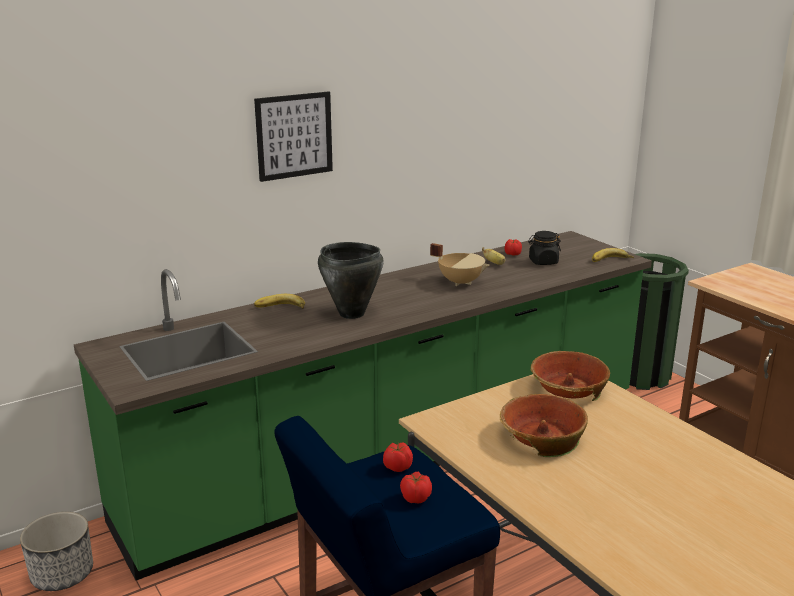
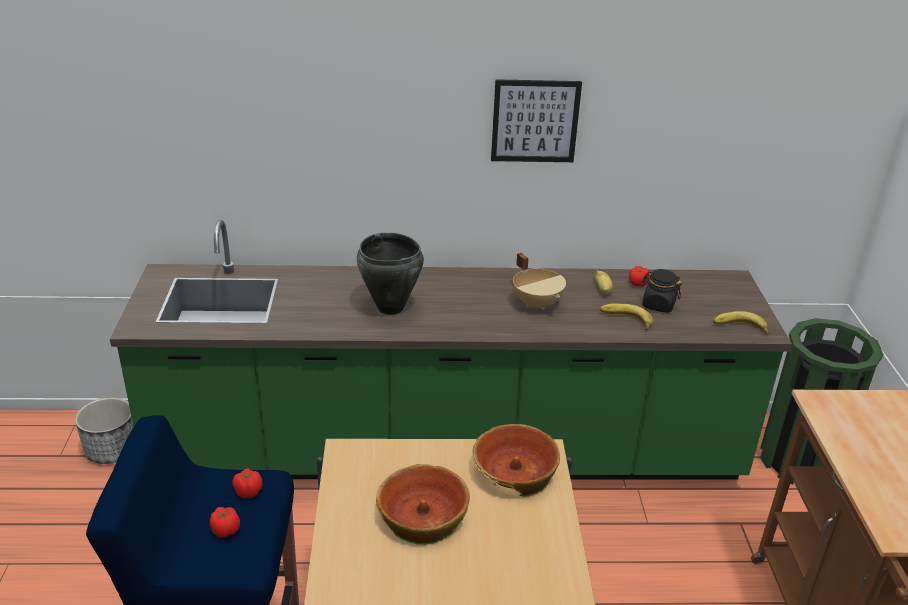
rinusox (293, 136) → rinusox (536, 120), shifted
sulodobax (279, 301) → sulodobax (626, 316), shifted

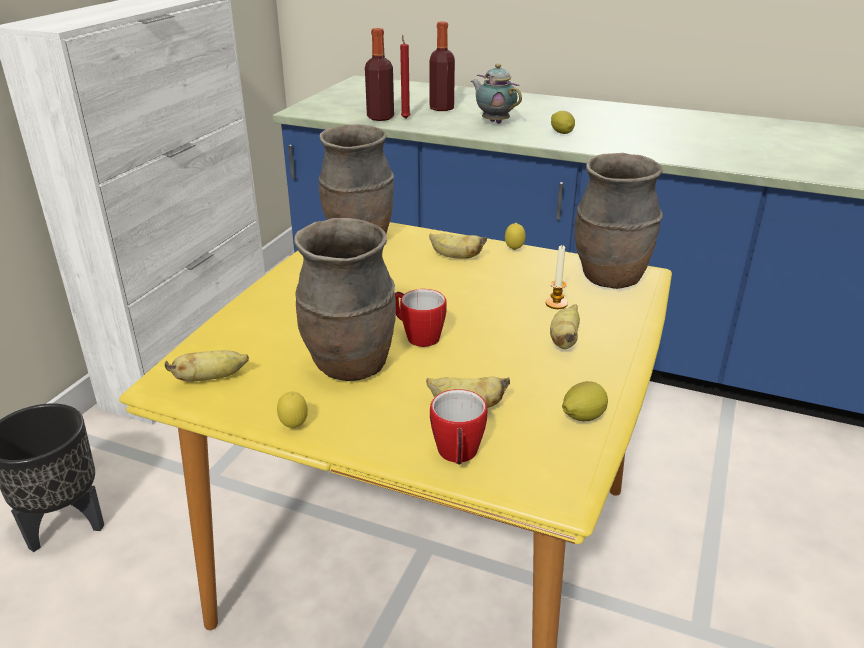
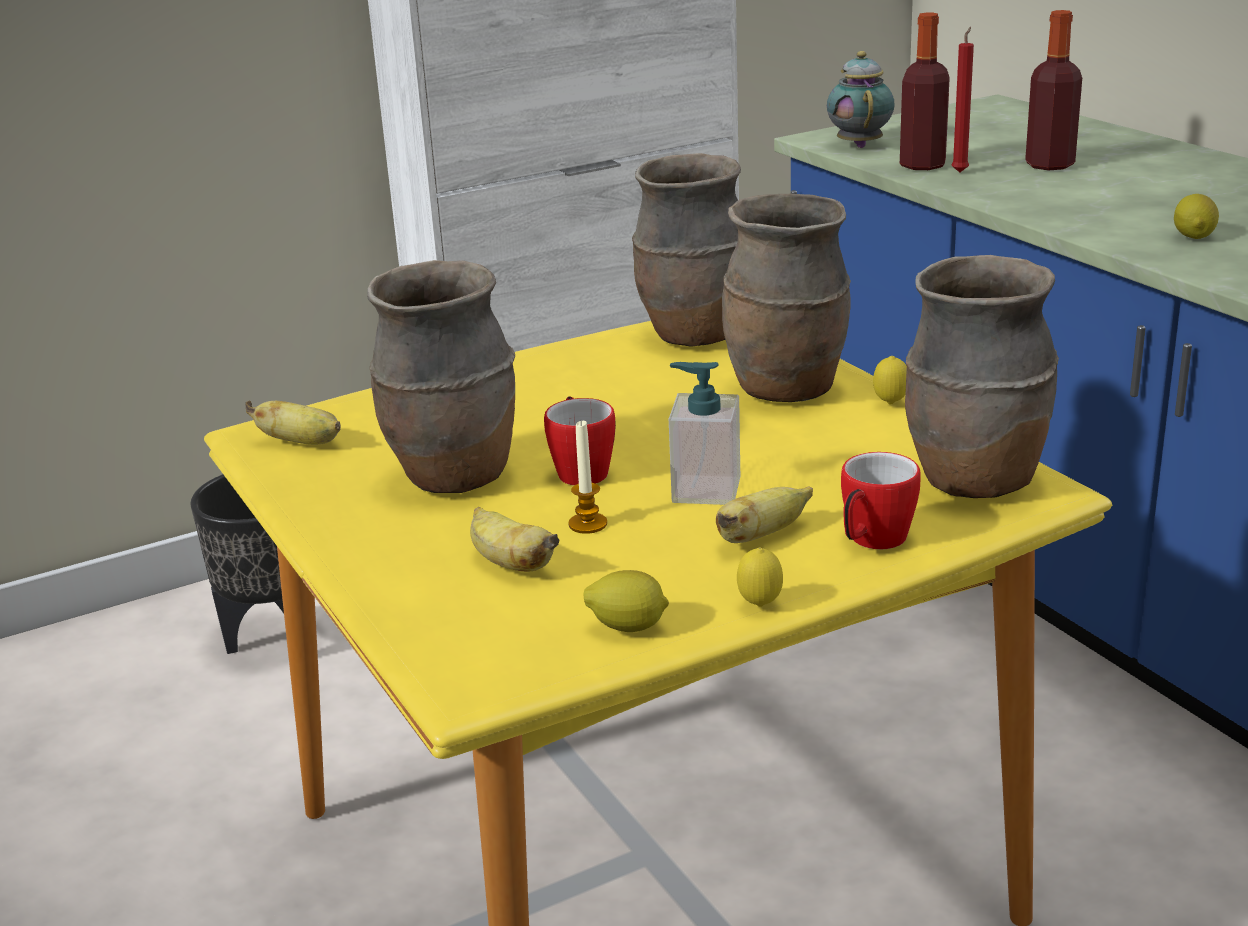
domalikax (292, 409) → domalikax (760, 577), shifted
sulodobax (458, 246) → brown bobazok (786, 298)
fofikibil (458, 427) → fofikibil (881, 500), shifted
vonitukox (496, 94) → vonitukox (861, 99), shifted
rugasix (557, 277) → rugasix (587, 477), shifted
- → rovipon (704, 433)

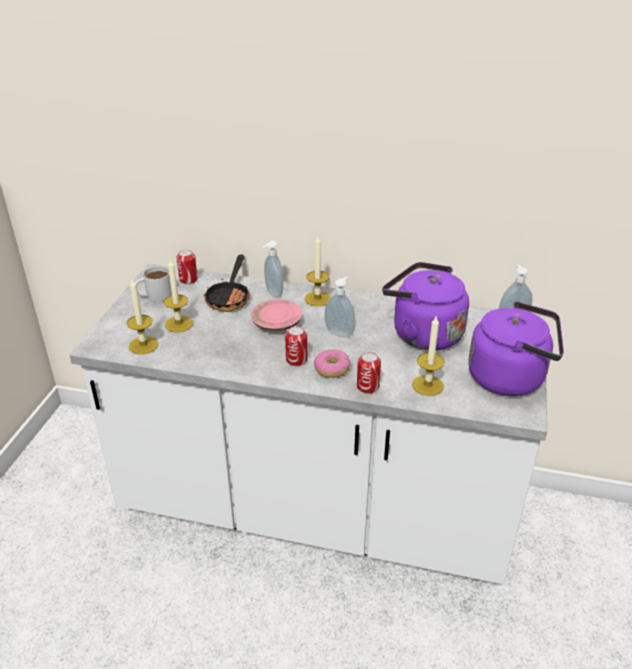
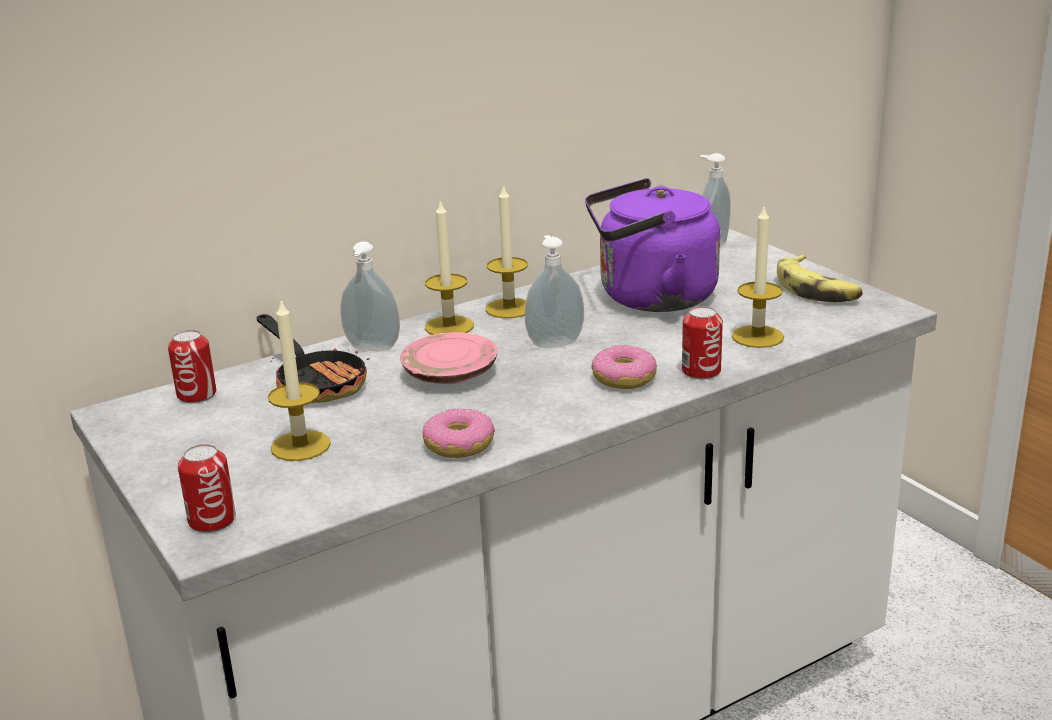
rugasix (143, 316) → rugasix (507, 251), shifted
white fofikibil (153, 284) → -
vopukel (296, 346) → vopukel (207, 488), shifted
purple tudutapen (516, 348) → sulodobax (820, 278)
- → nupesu (459, 433)

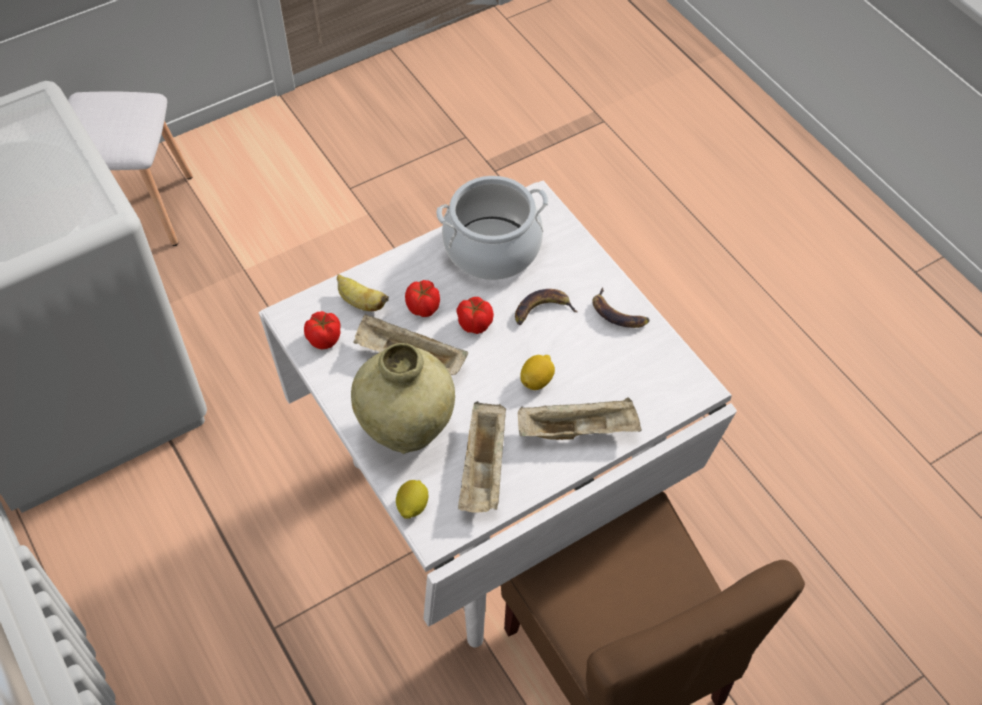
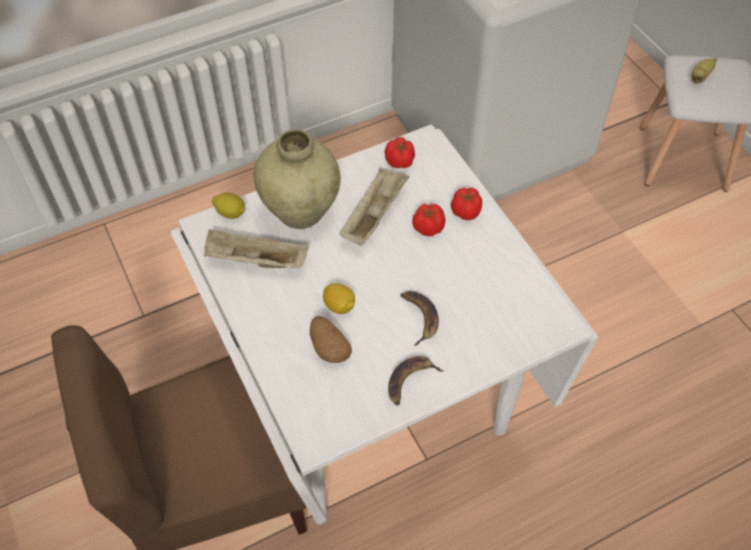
sulodobax (363, 292) → sulodobax (704, 71), shifted
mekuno (492, 228) → -
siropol (475, 315) → siropol (466, 203), shifted
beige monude (580, 418) → -
- → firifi (331, 339)

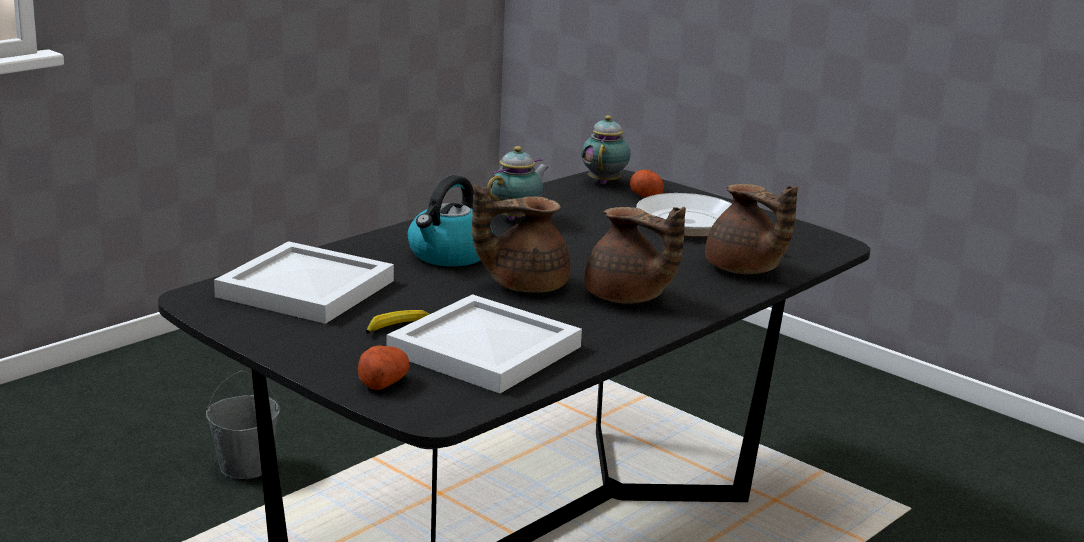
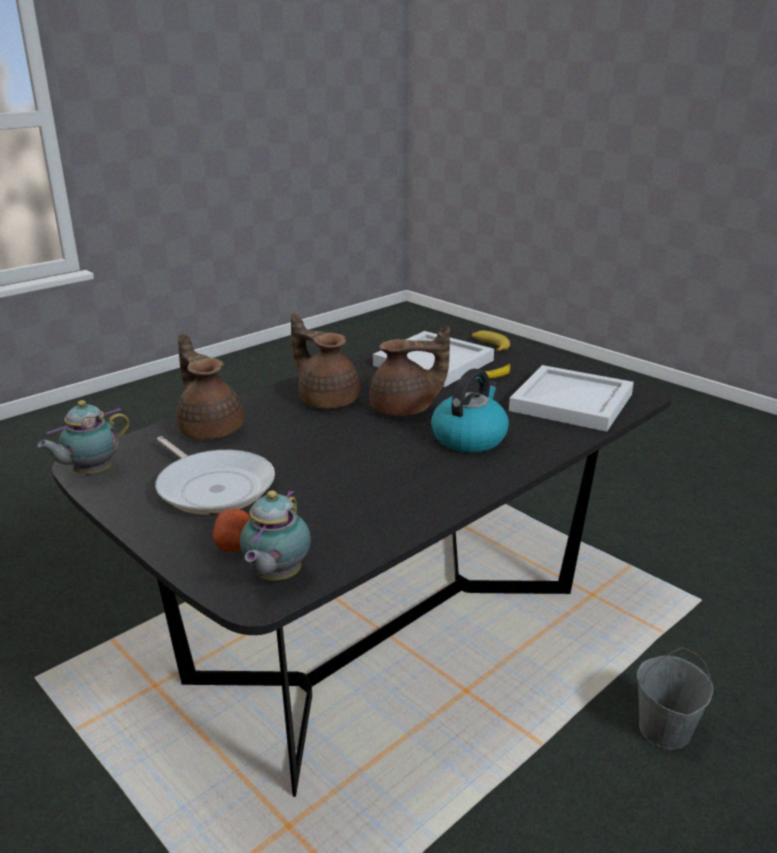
firifi (384, 367) → sulodobax (491, 341)
vonitukox (518, 183) → vonitukox (83, 437), shifted

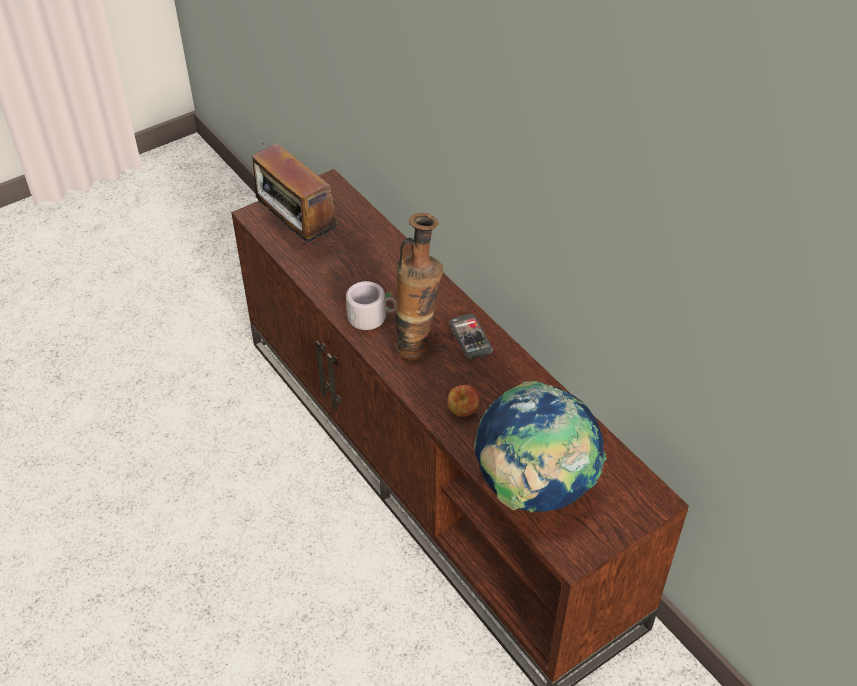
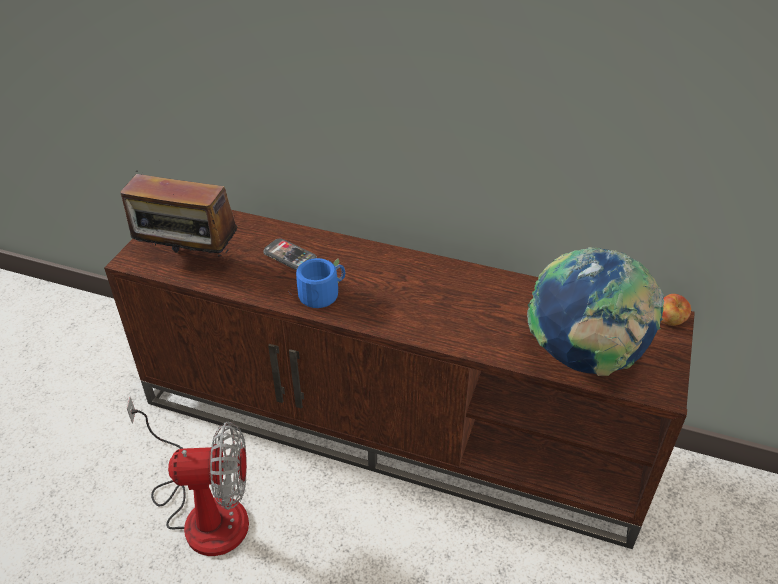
grey fofikibil (371, 305) → blue fofikibil (316, 283)
bobazok (419, 286) → -
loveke (463, 401) → loveke (676, 310), shifted
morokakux (471, 336) → morokakux (290, 254), shifted
- → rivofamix (188, 476)

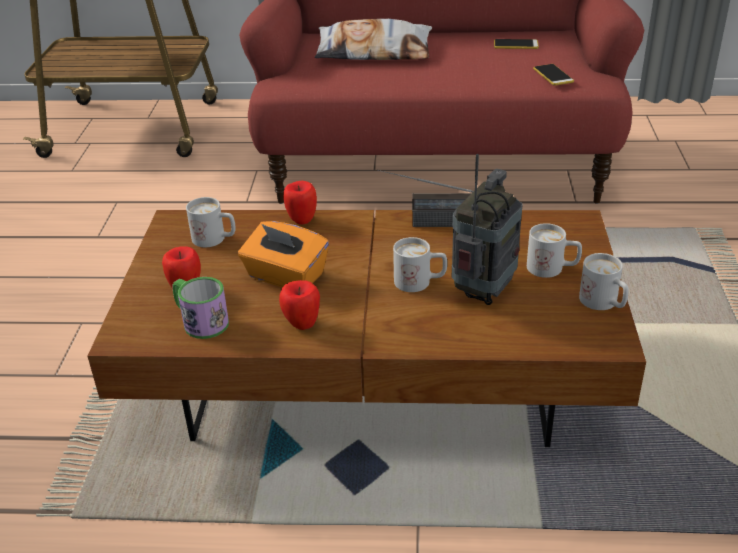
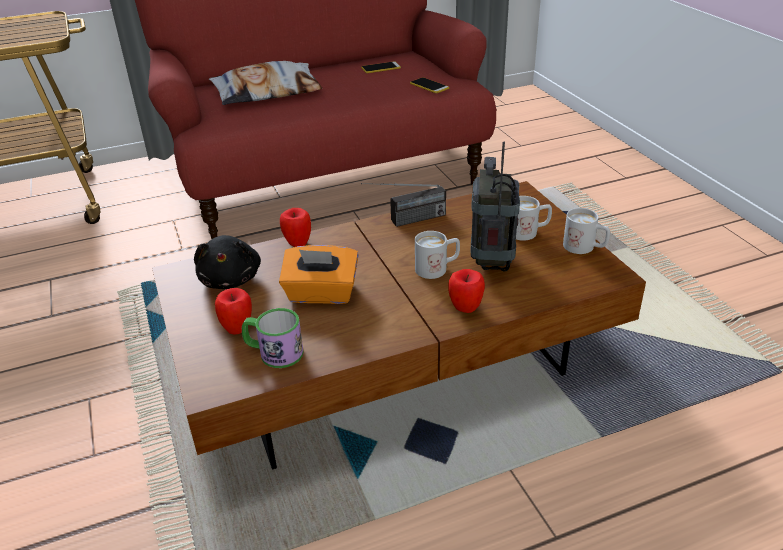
white fofikibil (211, 222) → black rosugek (227, 262)
loveke (299, 305) → loveke (467, 291), shifted

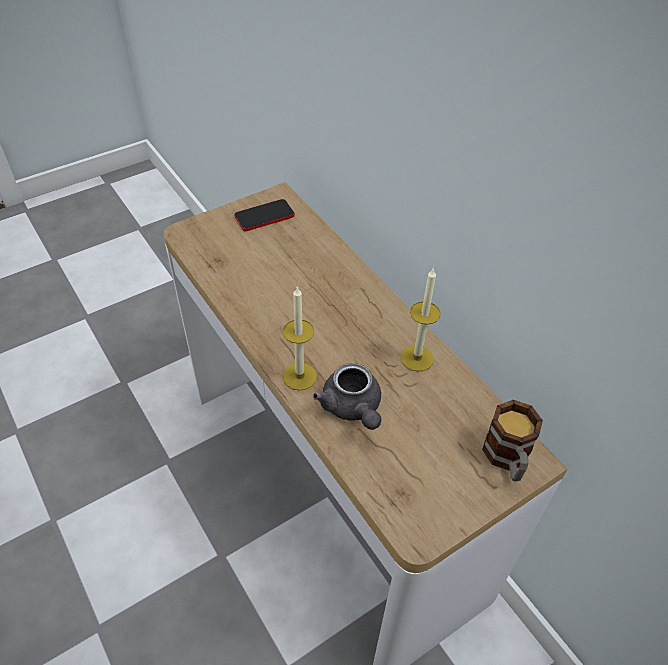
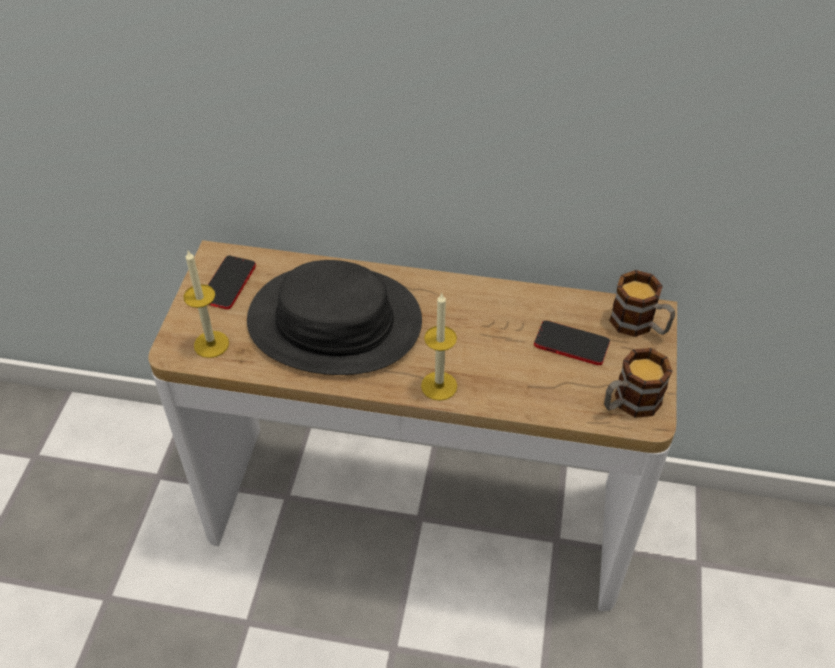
grey vonitukox (347, 396) → -
rugasix (421, 320) → rugasix (206, 304), shifted
- → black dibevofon (334, 317)
- → morokakux (572, 343)
- → fofikibil (638, 383)

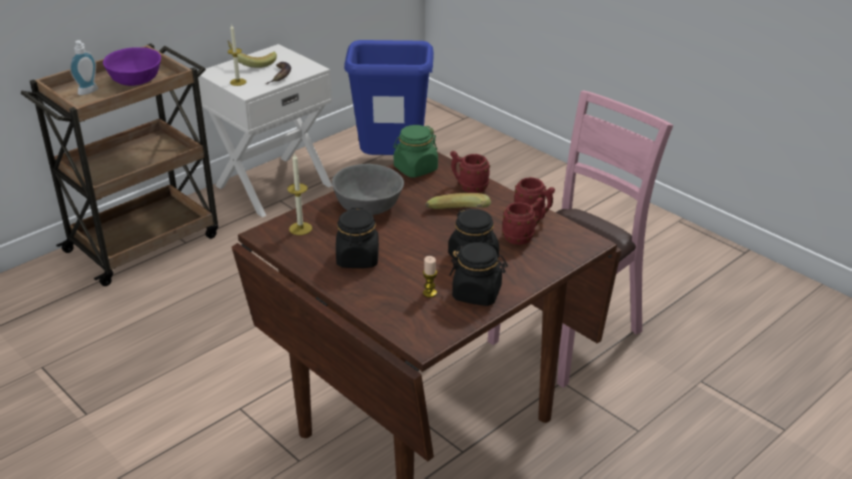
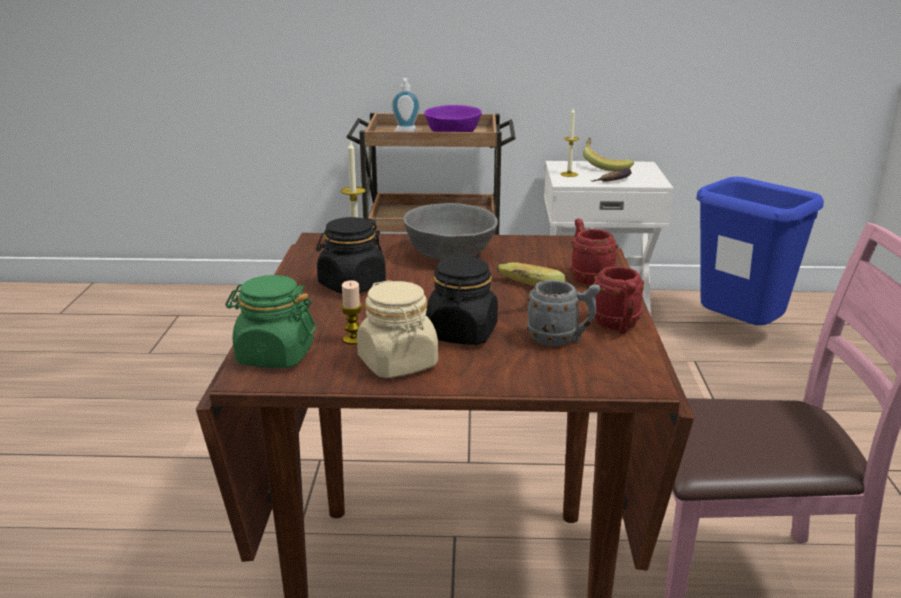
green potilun (415, 151) → green potilun (271, 321), shifted
black potilun (478, 274) → beige potilun (397, 329)
red fofikibil (522, 221) → grey fofikibil (563, 313)

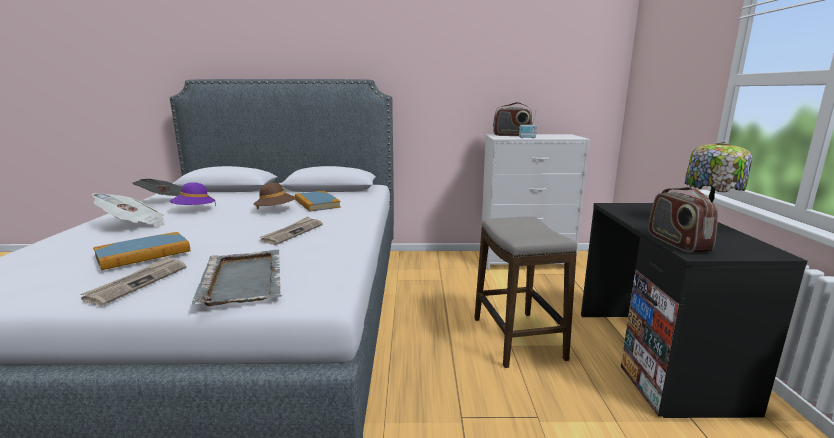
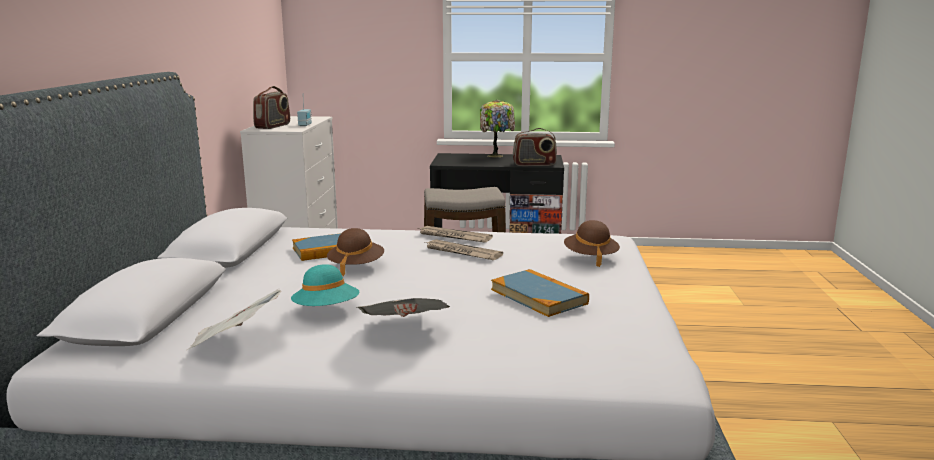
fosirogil (133, 281) → fosirogil (455, 234), shifted
purple dibevofon (193, 194) → turquoise dibevofon (325, 285)
grey monude (237, 278) → brown dibevofon (592, 243)

